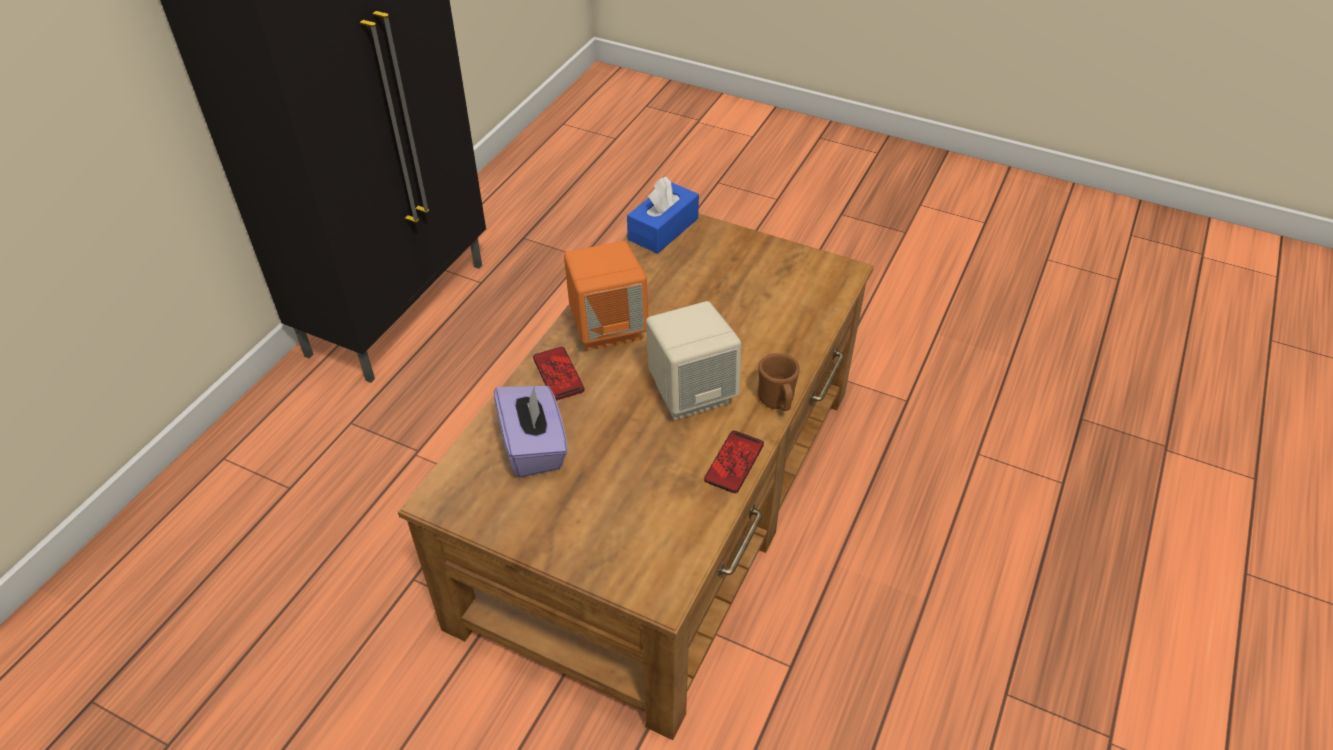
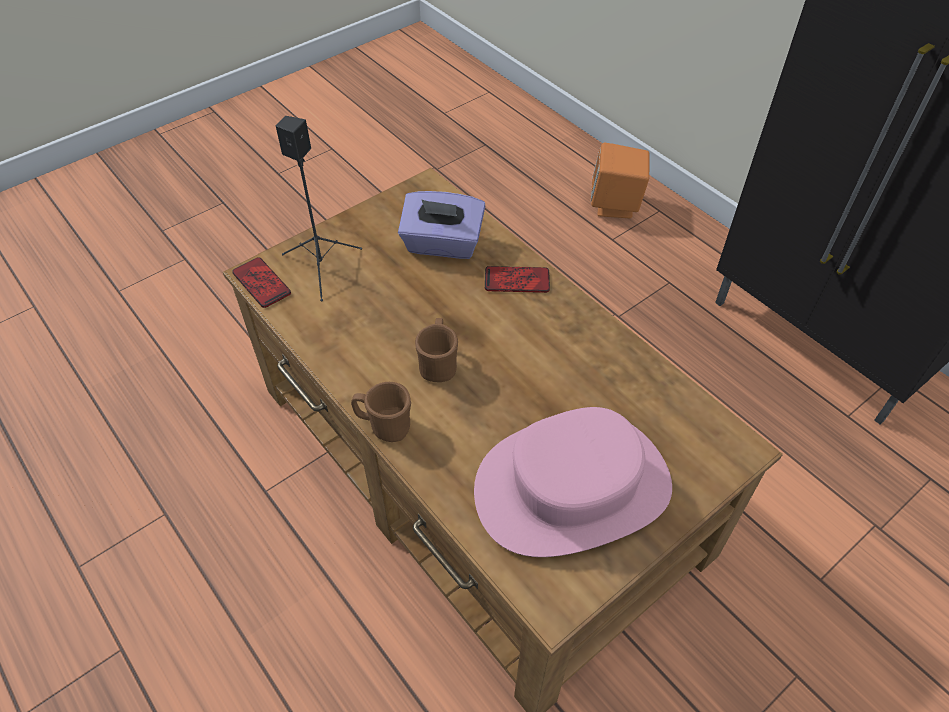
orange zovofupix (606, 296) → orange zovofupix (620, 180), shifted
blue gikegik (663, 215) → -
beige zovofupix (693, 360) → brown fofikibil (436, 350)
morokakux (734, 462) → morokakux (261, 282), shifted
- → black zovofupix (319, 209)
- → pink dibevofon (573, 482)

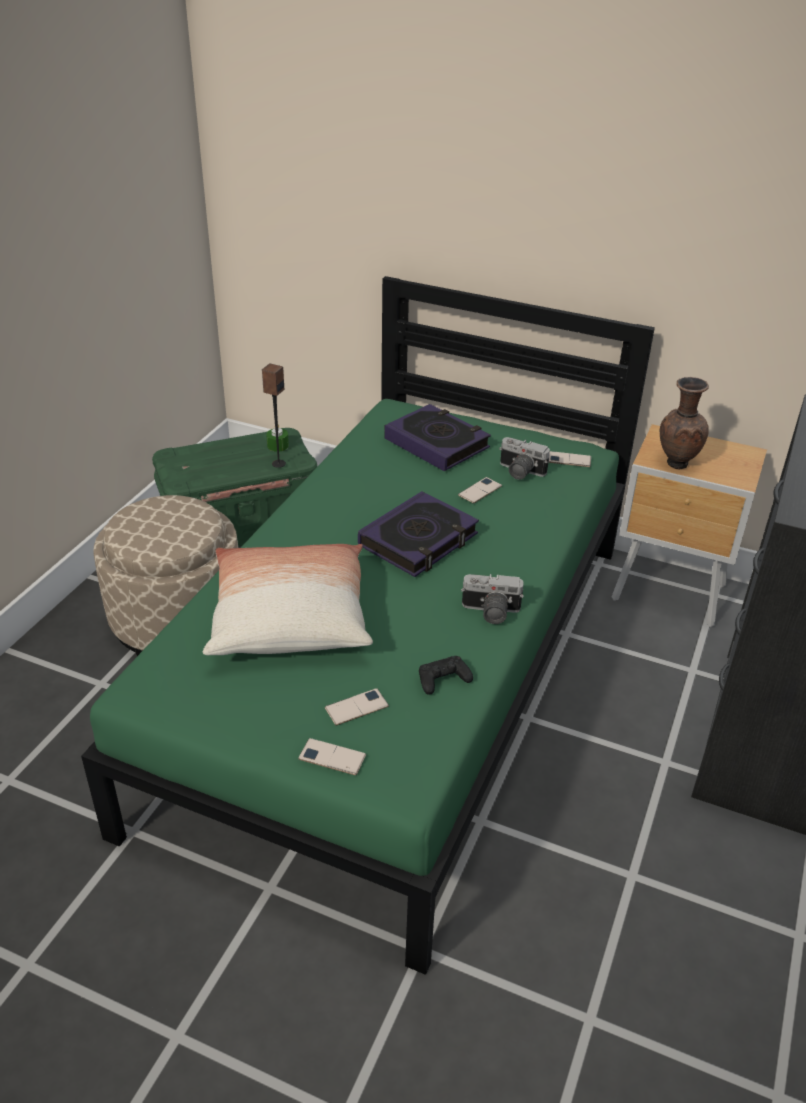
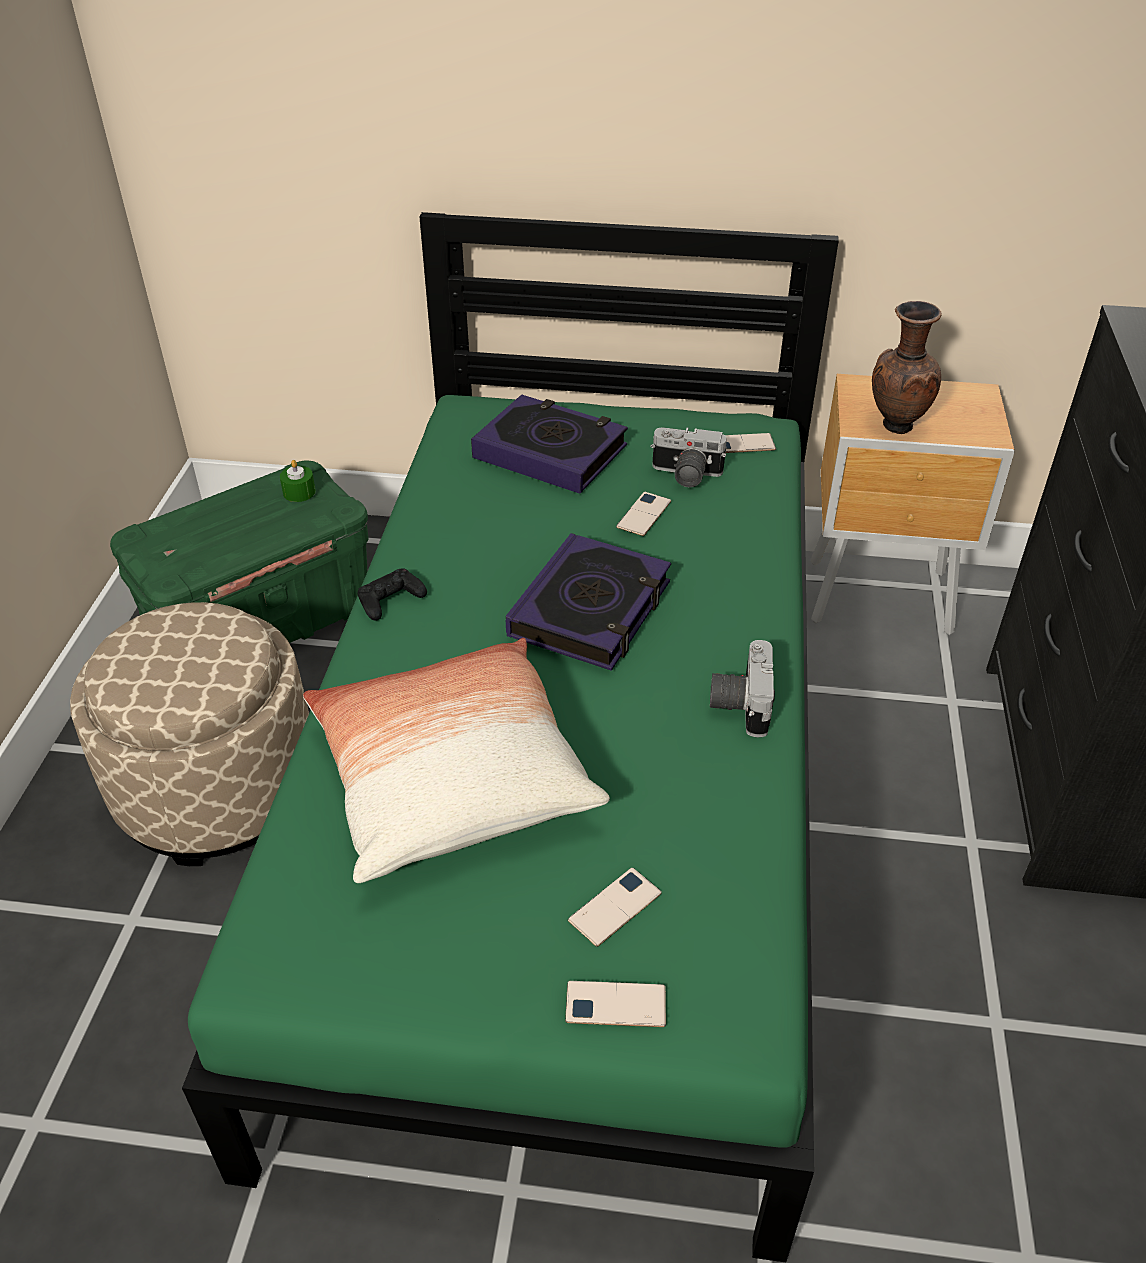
zovofupix (274, 415) → -
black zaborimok (446, 675) → black zaborimok (392, 594), shifted
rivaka (492, 599) → rivaka (742, 688), 105 degrees clockwise

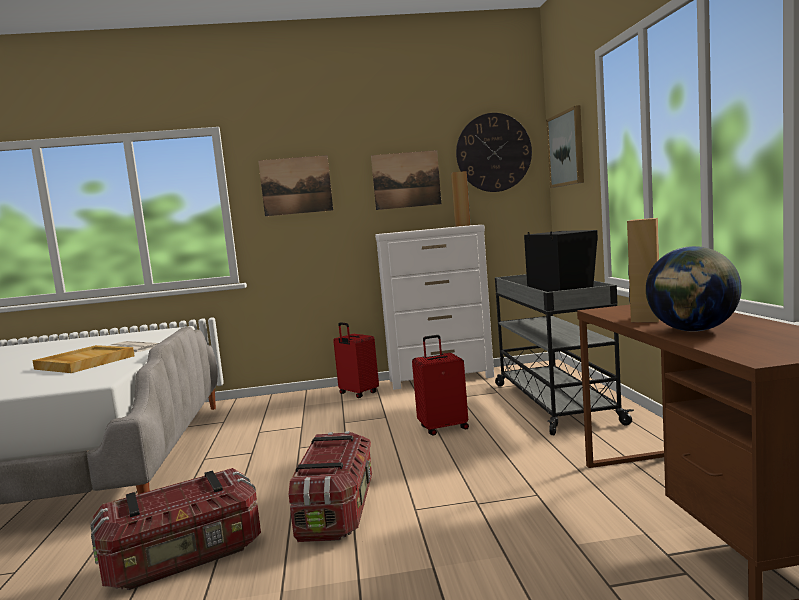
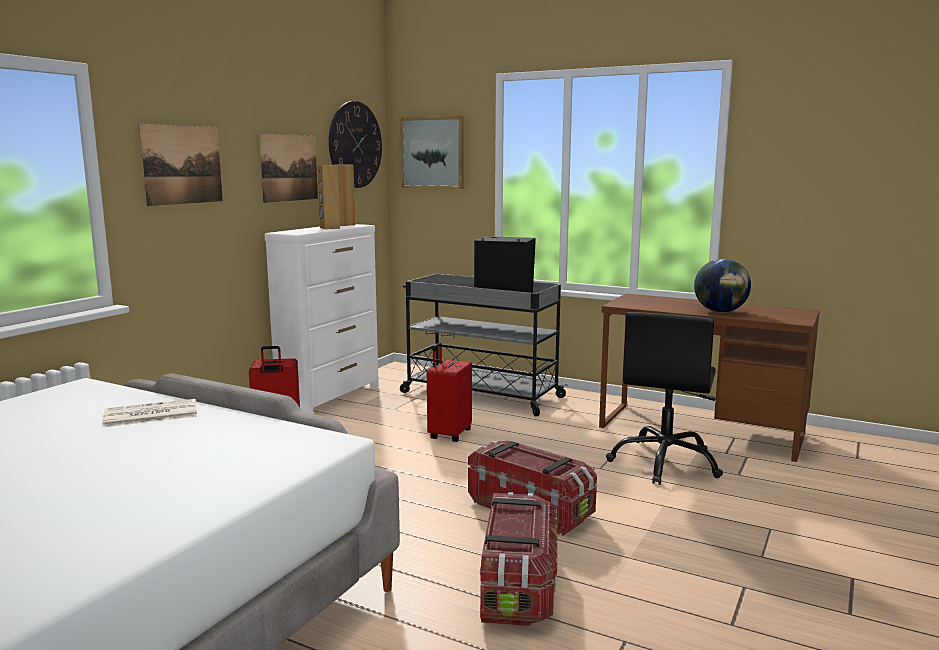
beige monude (83, 359) → -
brown zovofupix (643, 270) → brown zovofupix (328, 197), shifted
- → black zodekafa (664, 398)

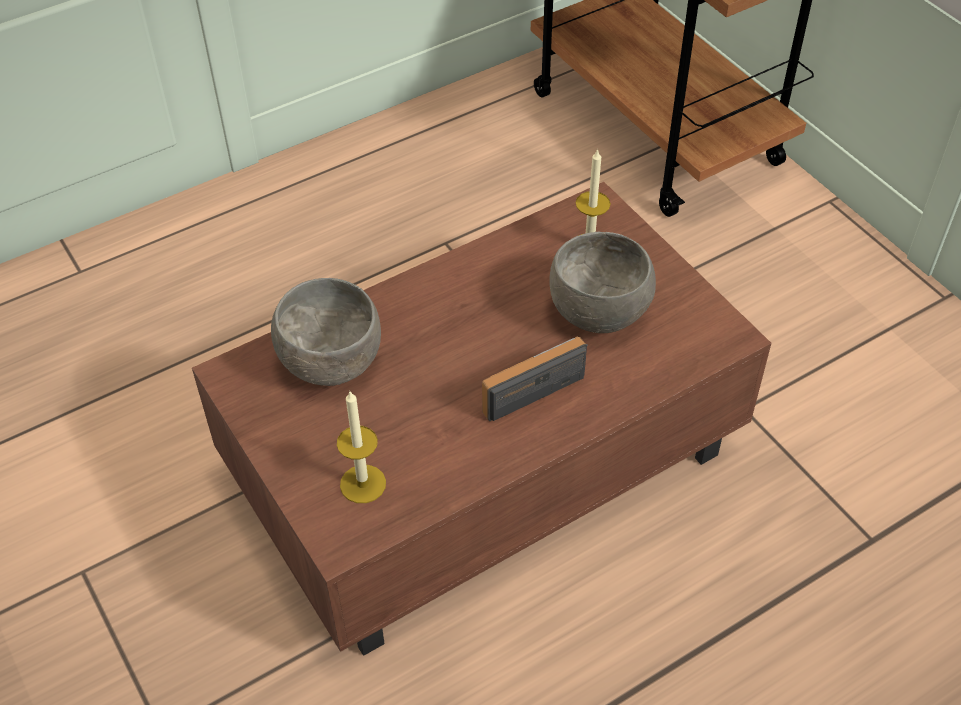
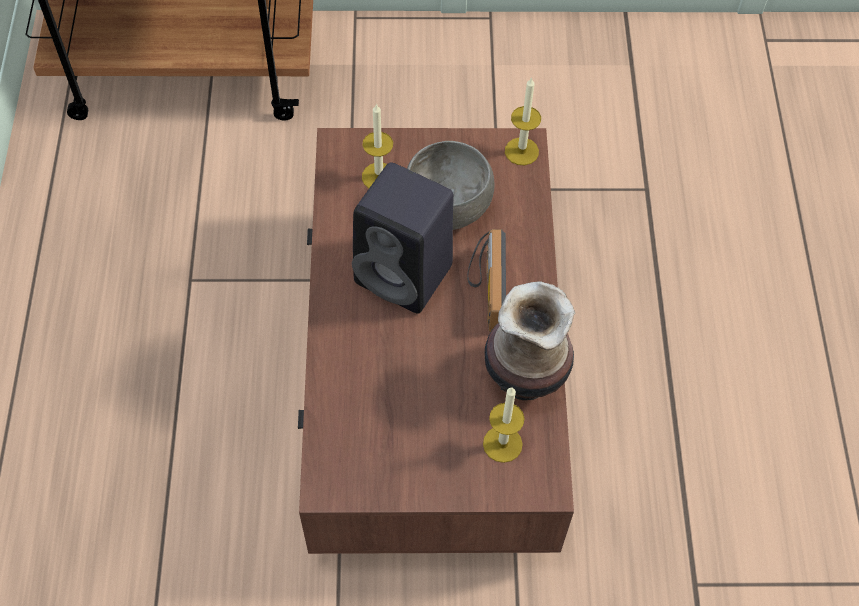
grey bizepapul (326, 332) → -
- → black zovofupix (403, 238)
- → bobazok (530, 340)
- → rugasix (523, 121)

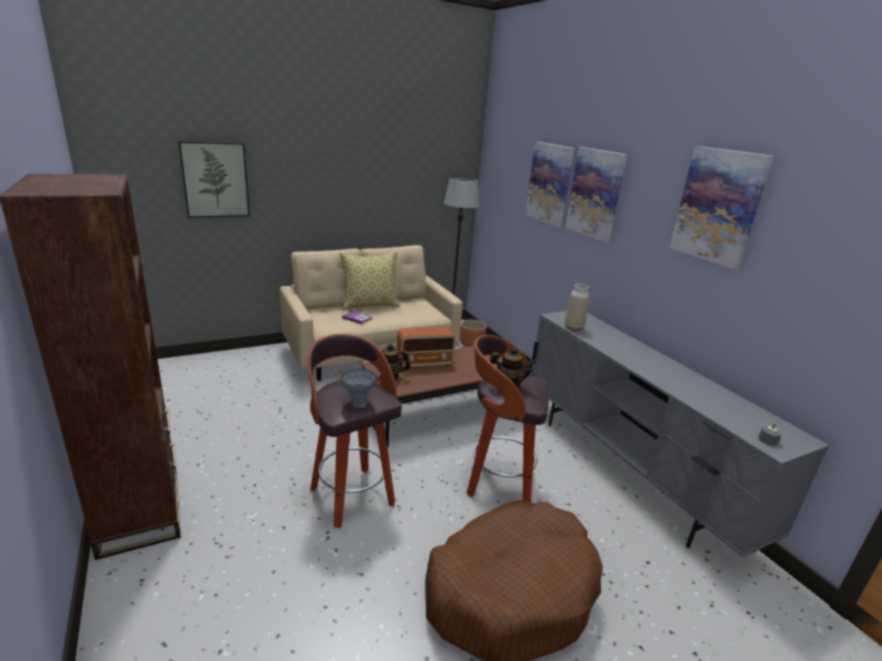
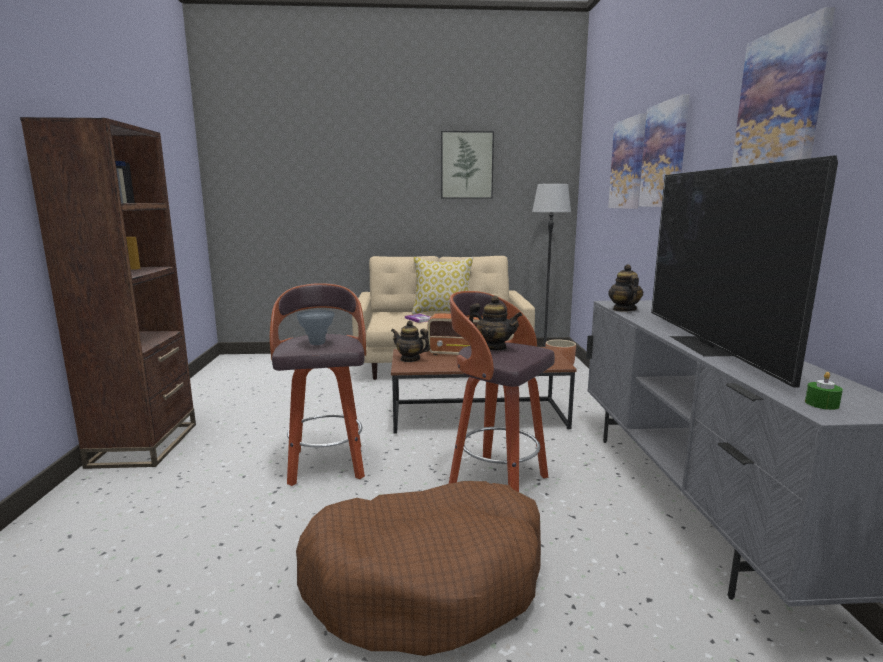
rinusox (214, 179) → rinusox (467, 165), shifted
bobazok (577, 307) → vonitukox (625, 288)
grey rugasix (770, 434) → green rugasix (824, 391)
- → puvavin (744, 272)

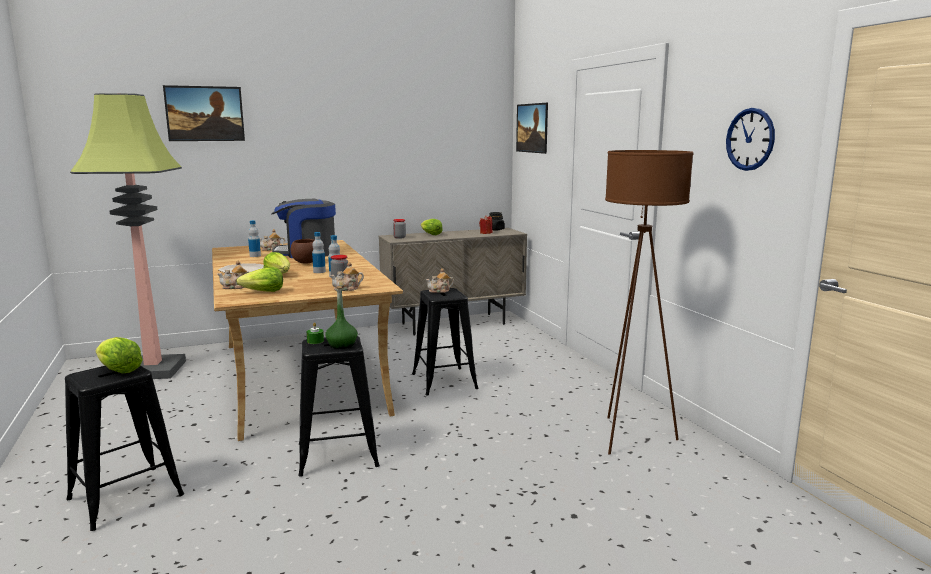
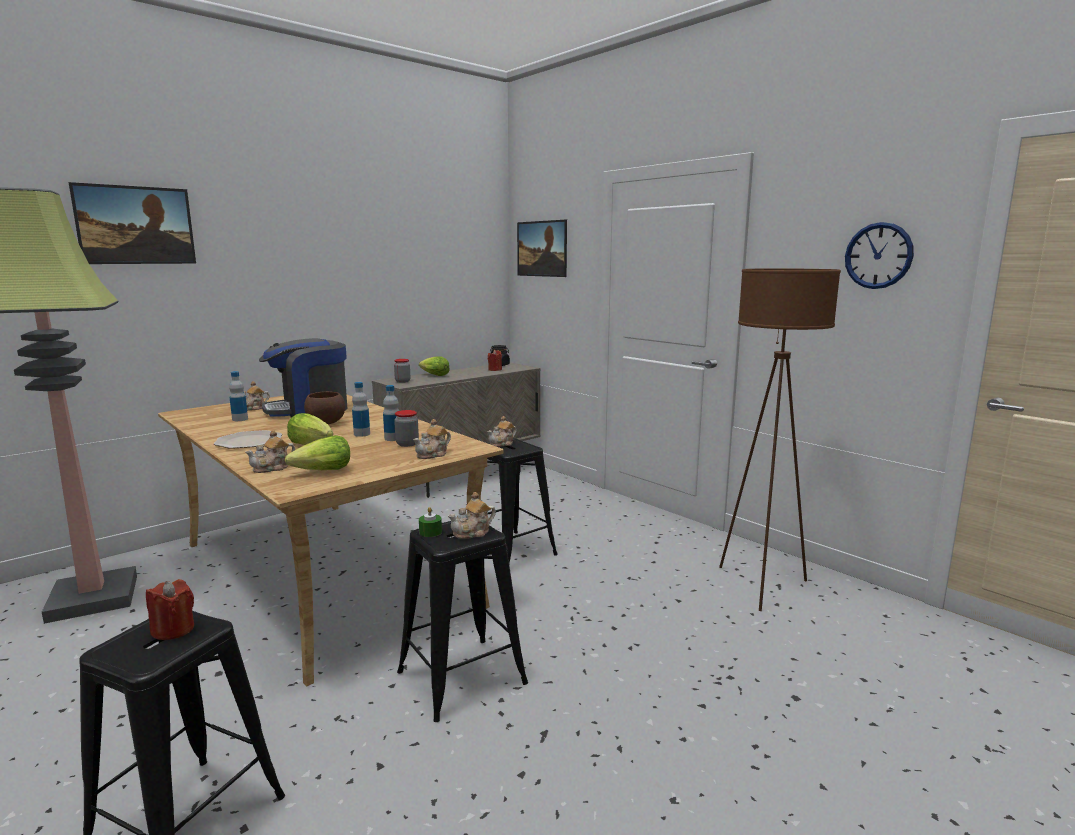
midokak (119, 355) → red rugasix (170, 609)
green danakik (341, 317) → vonitukox (472, 515)

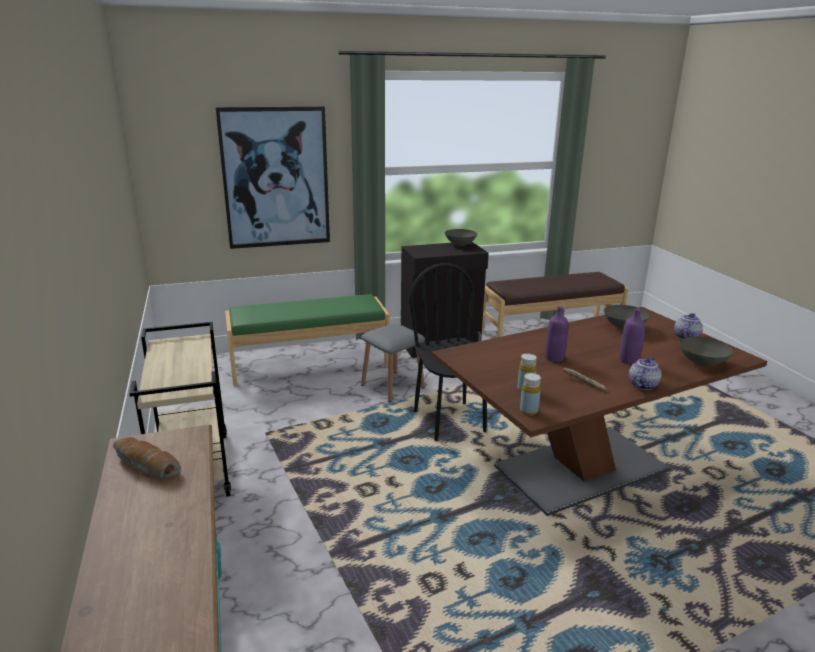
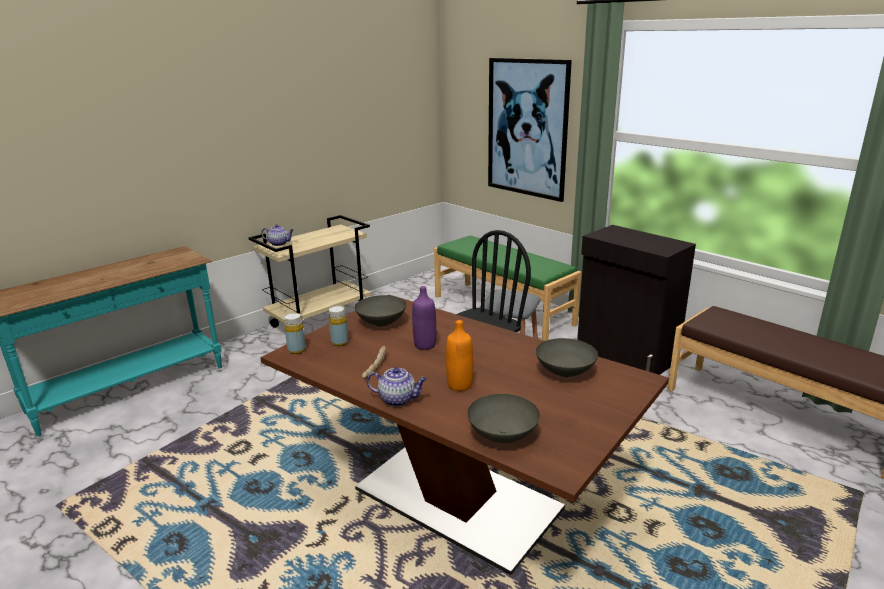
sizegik (147, 457) → -
grey bizepapul (461, 237) → grey bizepapul (380, 311), shifted
purple danakik (632, 336) → orange danakik (459, 355)
vonitukox (688, 326) → vonitukox (277, 235), shifted

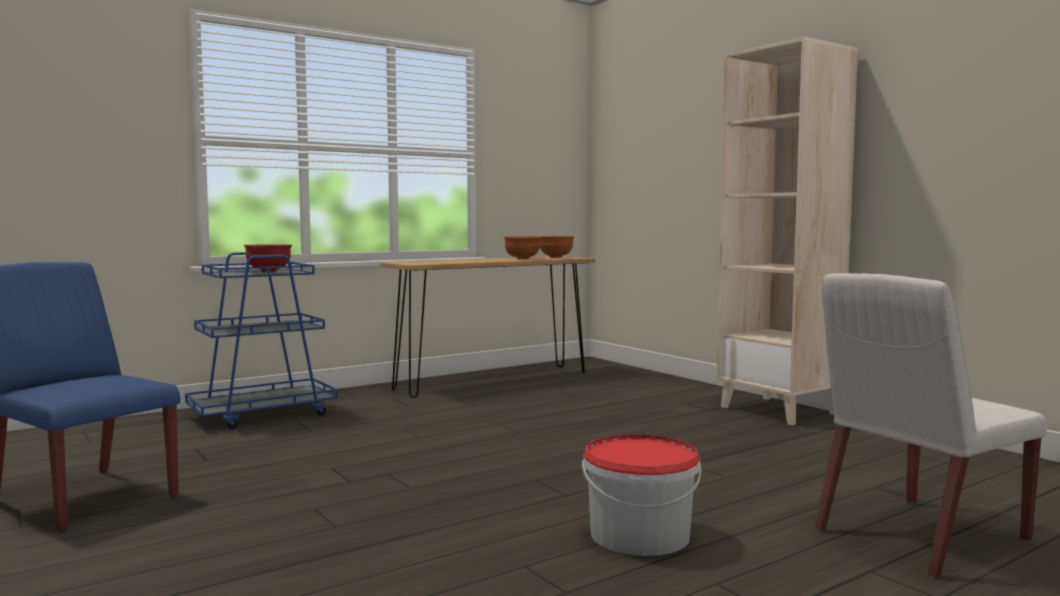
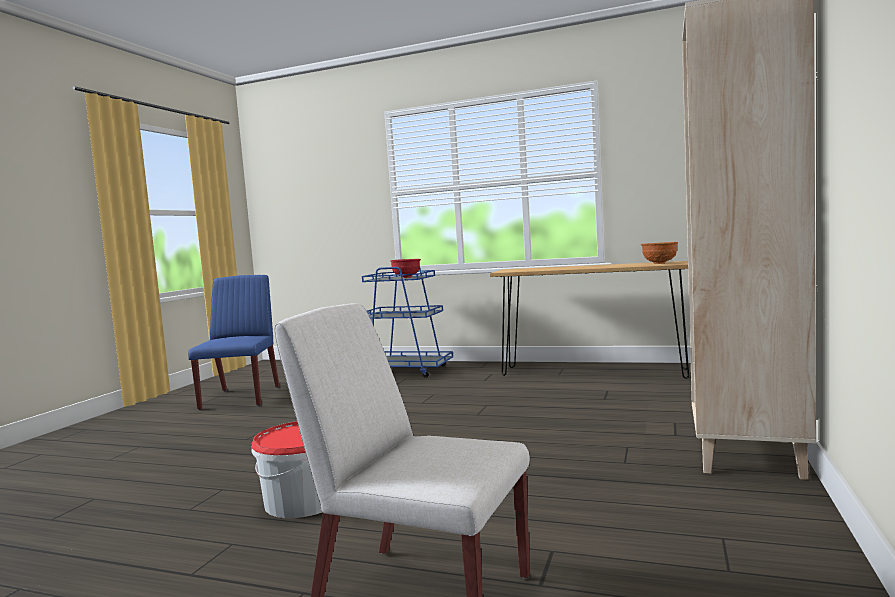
brown bizepapul (523, 248) → -

